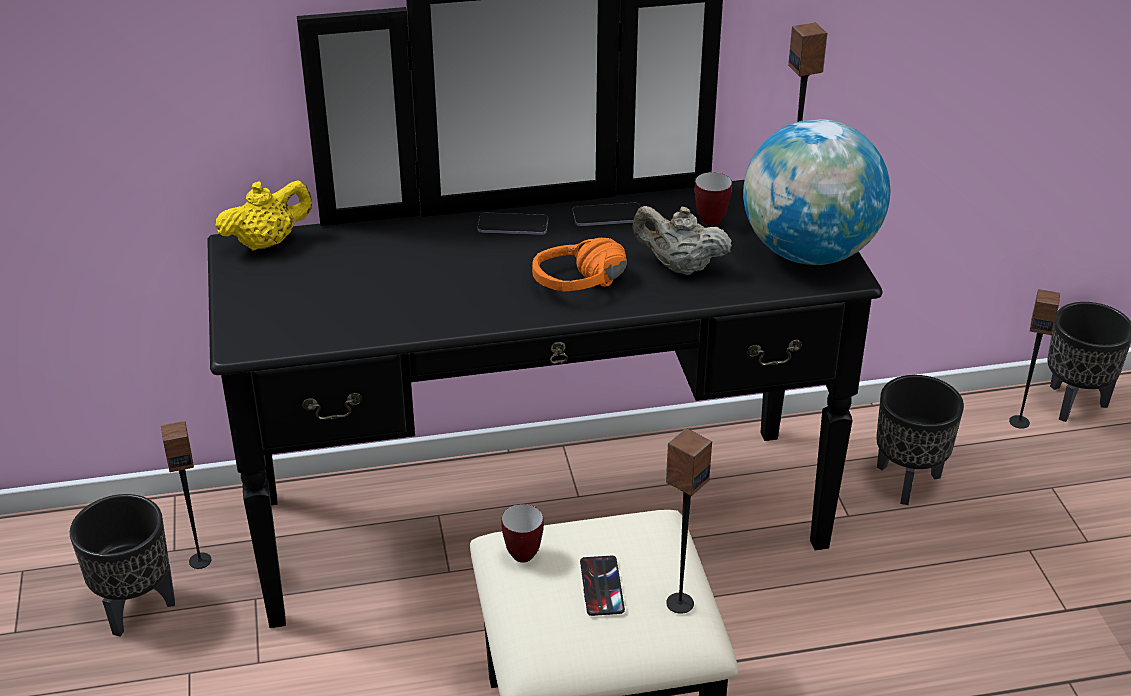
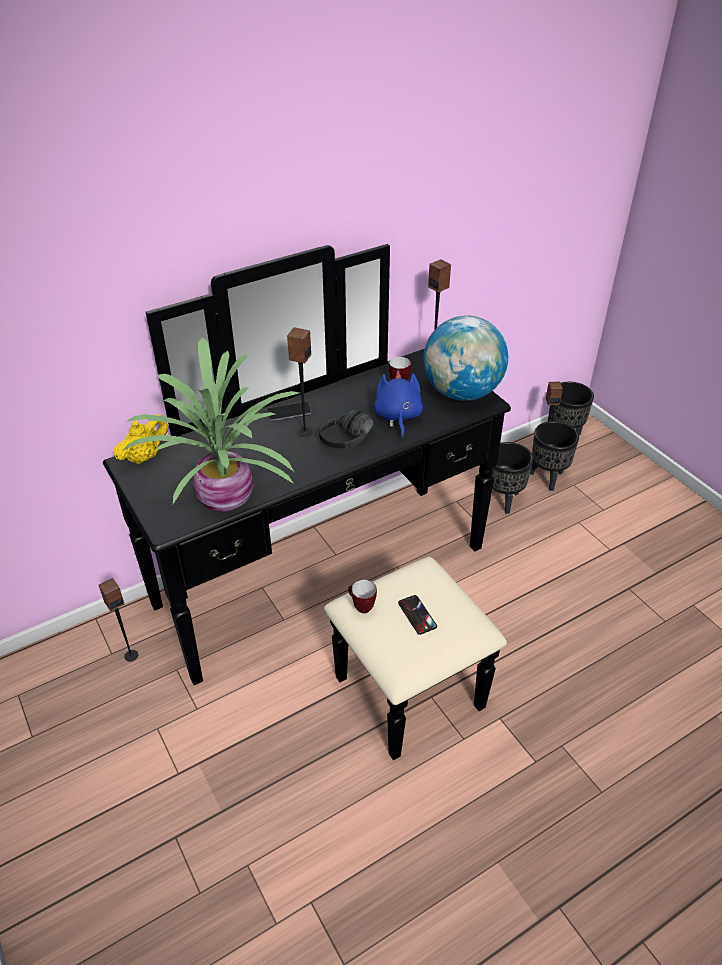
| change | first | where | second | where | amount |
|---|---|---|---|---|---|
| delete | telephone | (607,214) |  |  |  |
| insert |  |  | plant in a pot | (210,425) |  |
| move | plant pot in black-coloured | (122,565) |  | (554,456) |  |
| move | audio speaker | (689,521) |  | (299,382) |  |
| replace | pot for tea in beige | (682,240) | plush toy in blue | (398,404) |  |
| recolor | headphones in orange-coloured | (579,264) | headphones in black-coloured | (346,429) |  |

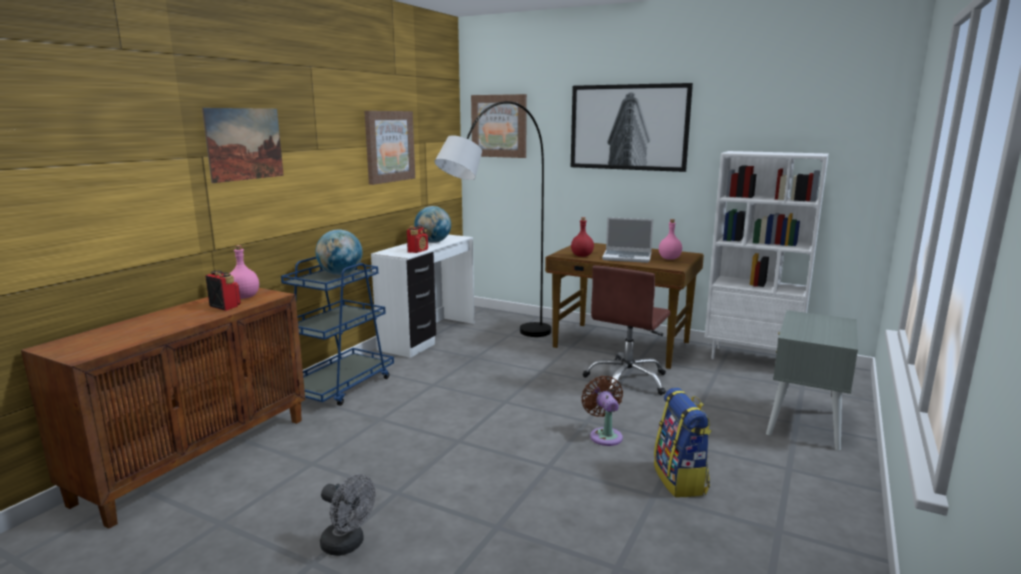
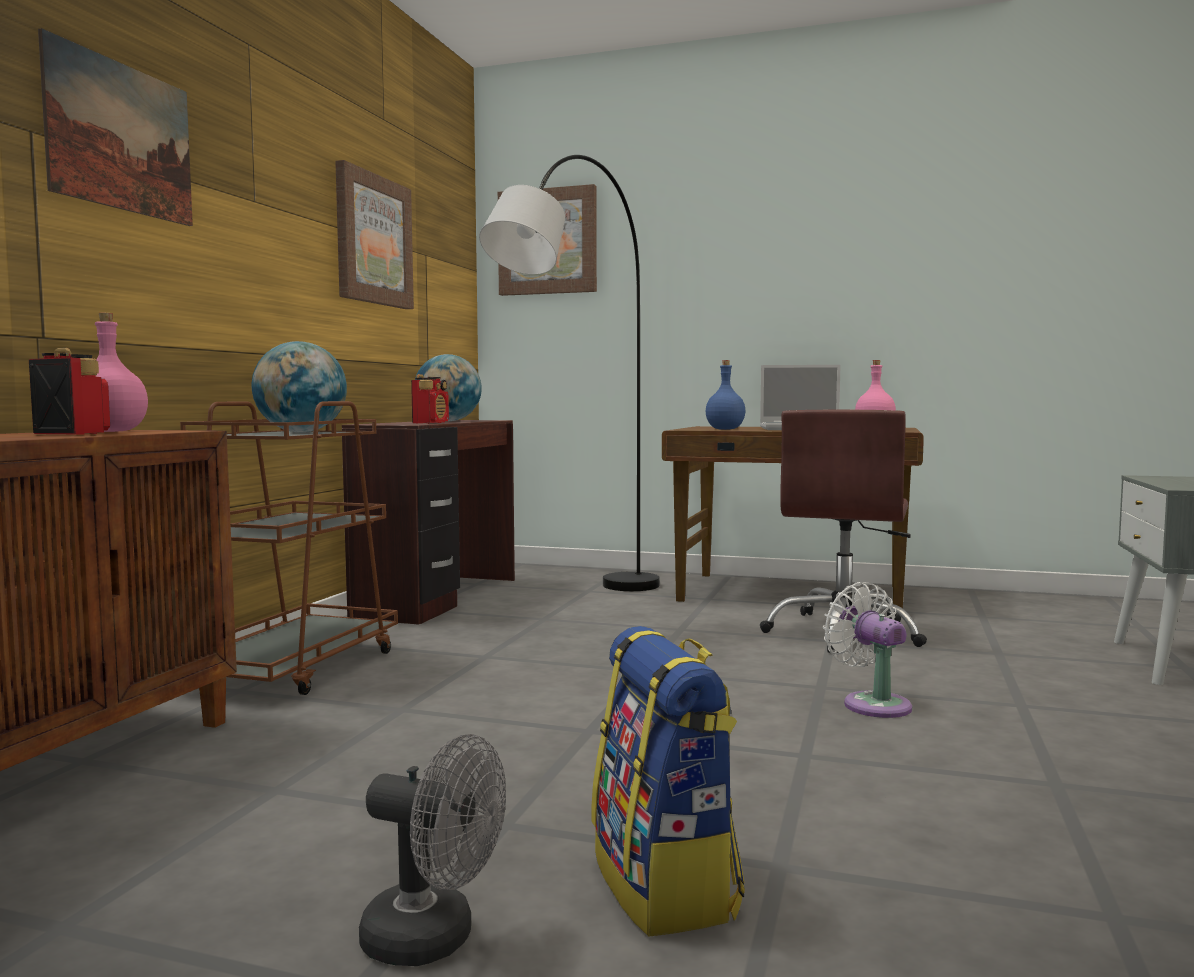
| change | first | where | second | where | amount |
|---|---|---|---|---|---|
| delete | wall art | (632,127) |  |  |  |
| delete | bookshelf in whitish | (766,255) |  |  |  |
| move | rucksack | (682,442) |  | (668,781) |  |
| recolor | trolley in blue | (337,331) | trolley in brown | (289,548) |  |
| recolor | desk in whitish | (422,296) | desk in brown | (428,522) |  |
| recolor | beverage bottle in red-coloured | (582,237) | beverage bottle in blue | (725,395) |  |
| recolor | fan in brown | (602,411) | fan in whitish | (867,650) |  |

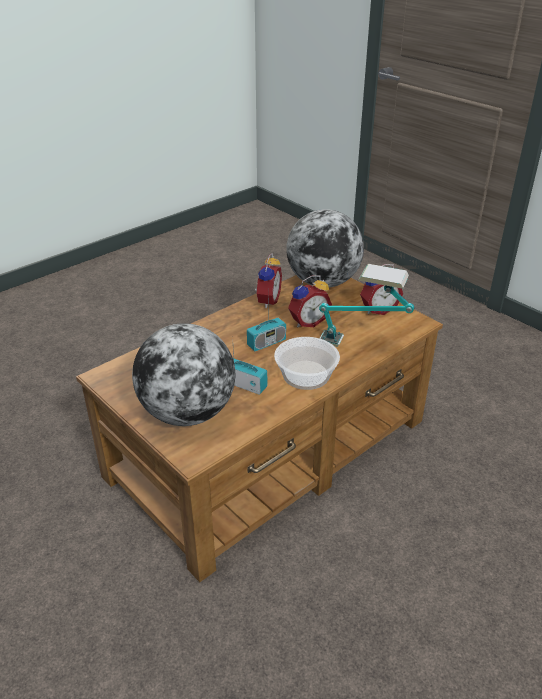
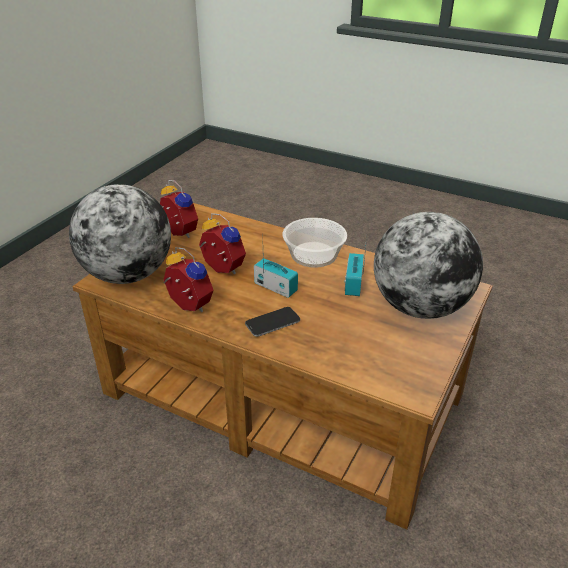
| change | first | where | second | where | amount |
|---|---|---|---|---|---|
| delete | tabletop lamp | (367,305) |  |  |  |
| insert |  |  | telephone | (272,322) |  |
| rotate | table clock | (268,280) |  | (189,279) | 45 degrees clockwise |

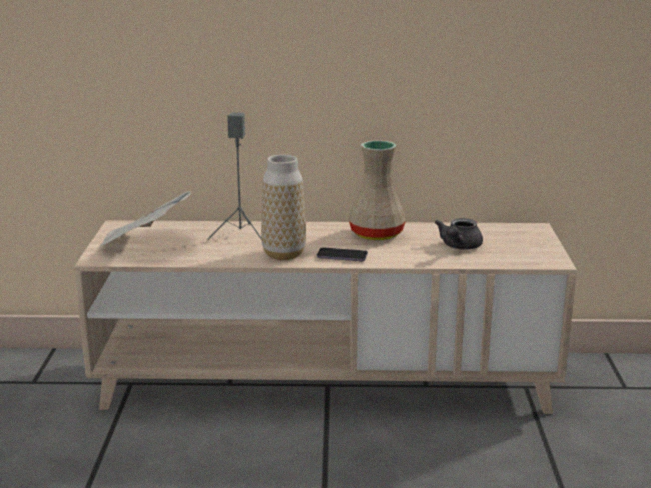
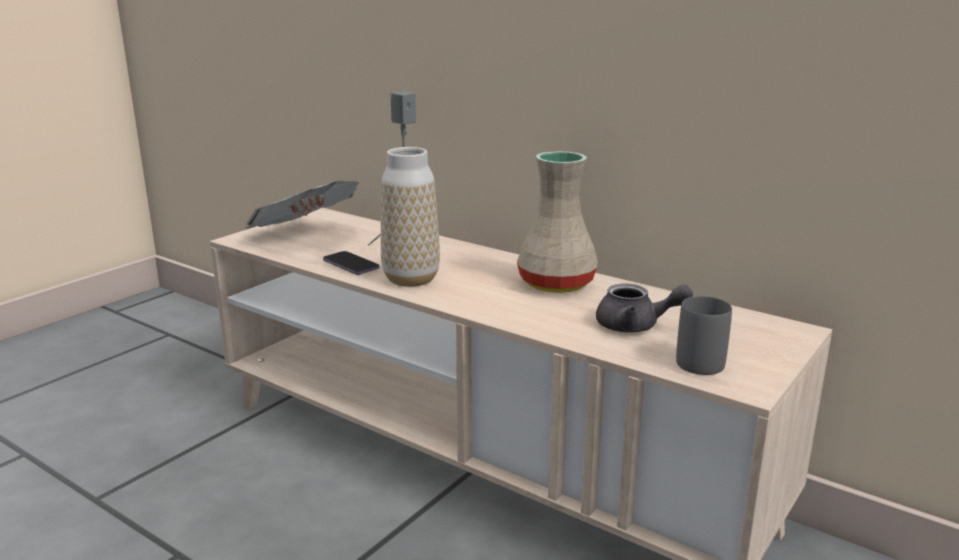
| change | first | where | second | where | amount |
|---|---|---|---|---|---|
| insert |  |  | coffee mug in grey | (704,335) |  |
| move | telephone | (342,255) |  | (351,263) |  |
| rotate | pot for tea in grey | (459,234) |  | (644,308) | 135 degrees counterclockwise |

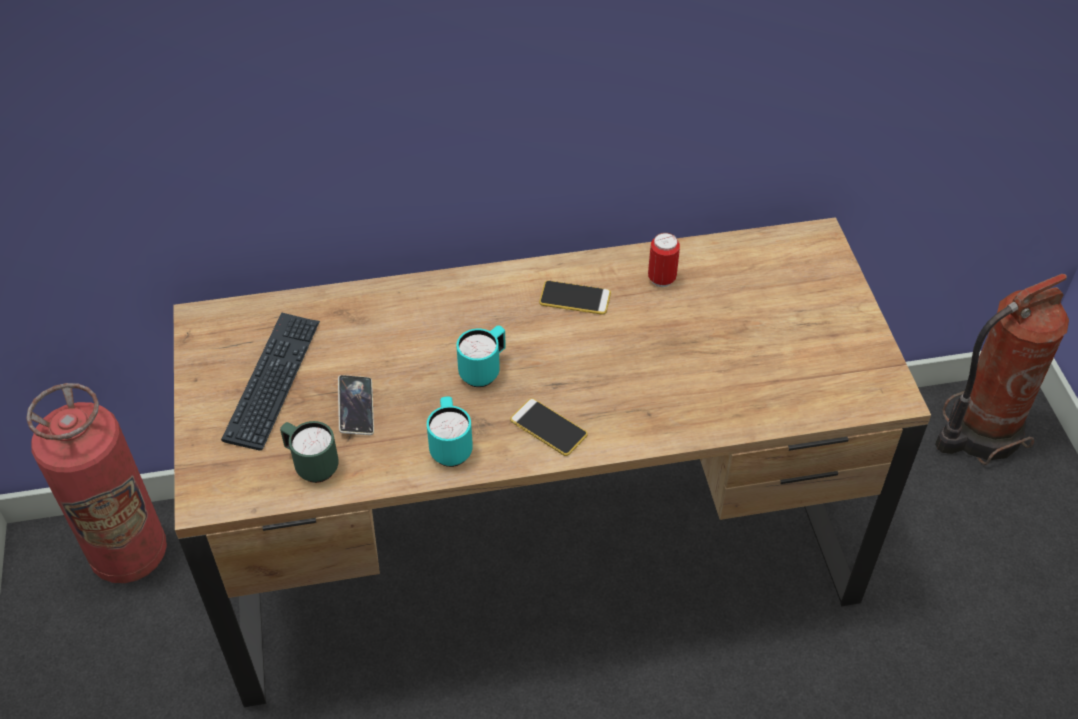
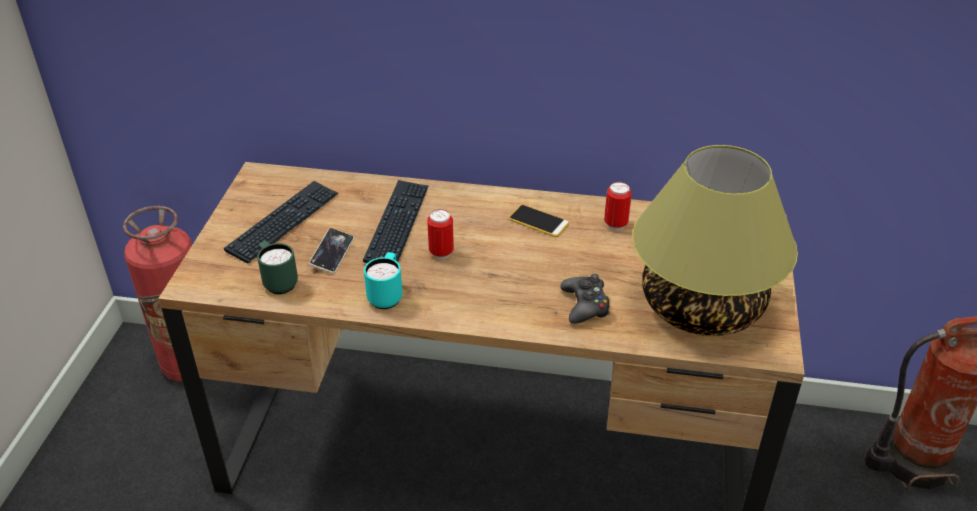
| change | first | where | second | where | amount |
|---|---|---|---|---|---|
| delete | telephone | (549,427) |  |  |  |
| insert |  |  | keyboard | (396,221) |  |
| insert |  |  | gamepad in black-coloured | (585,299) |  |
| insert |  |  | tabletop lamp | (715,240) |  |
| replace | coffee mug in blue-green | (481,356) | can | (440,234) |  |

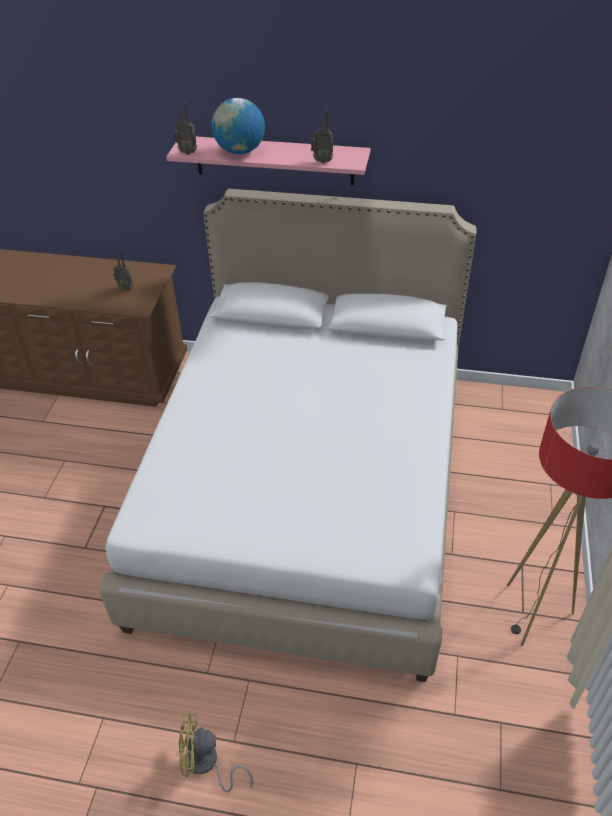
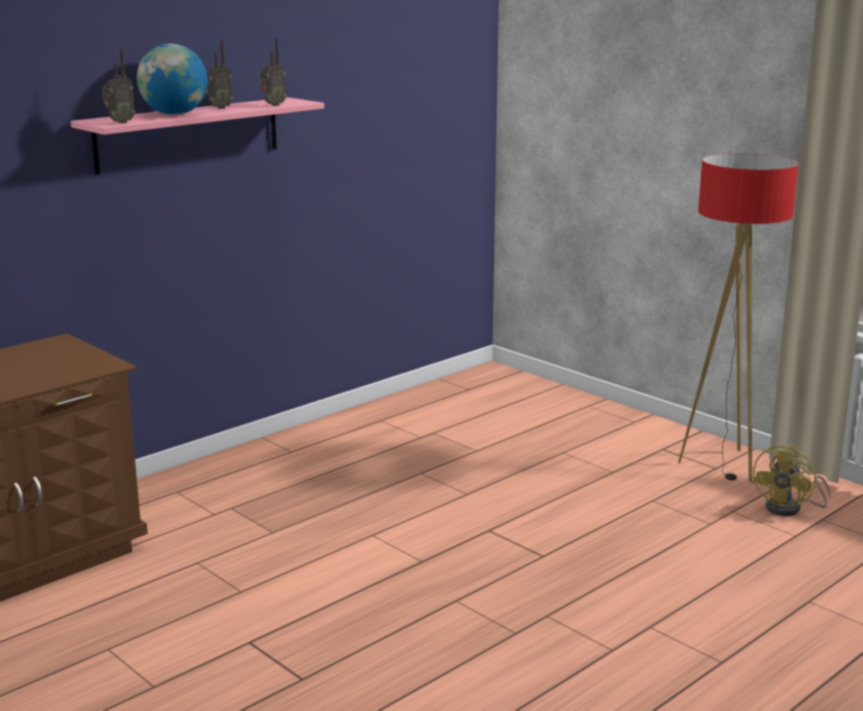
| change | first | where | second | where | amount |
|---|---|---|---|---|---|
| delete | sleeping bed in whitish | (288,435) |  |  |  |
| move | radio | (123,271) |  | (219,74) |  |
| move | fan in yellow | (215,752) |  | (791,480) |  |

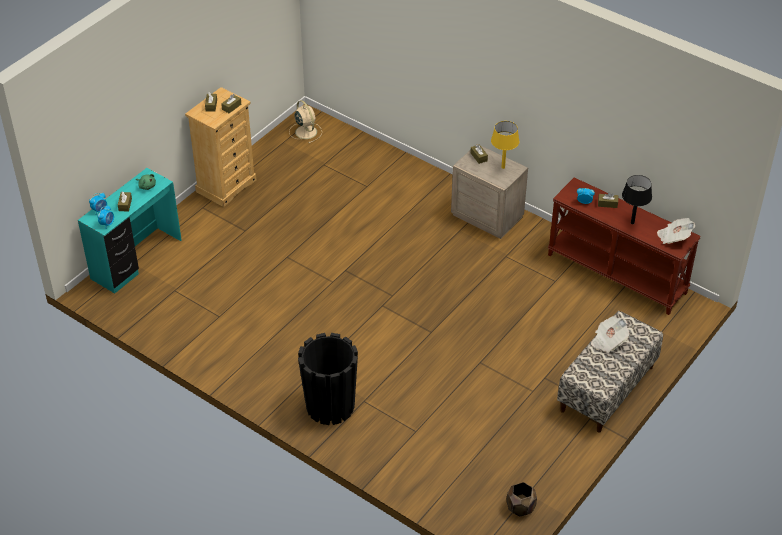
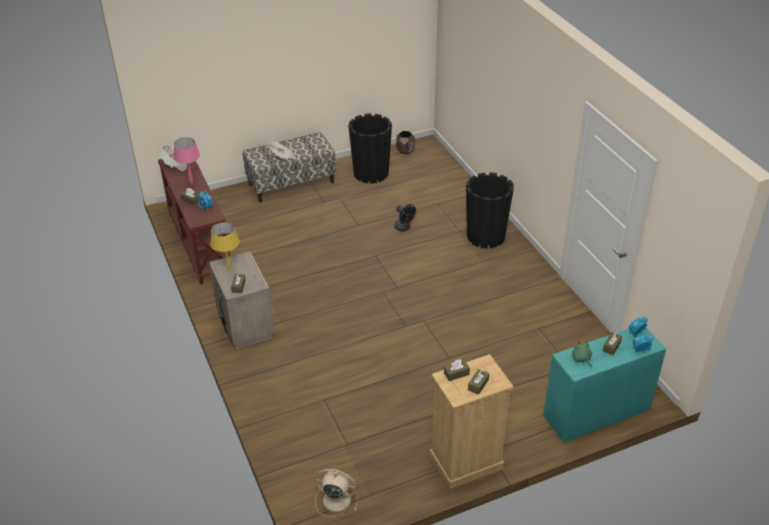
| change | first | where | second | where | amount |
|---|---|---|---|---|---|
| insert |  |  | plant pot in black-coloured | (370,148) |  |
| insert |  |  | fan in black-coloured | (405,217) |  |
| recolor | tabletop lamp in black-coloured | (637,199) | tabletop lamp in pink-coloured | (187,161) |  |
| rotate | fan in beige | (305,121) |  | (336,493) | 105 degrees clockwise |

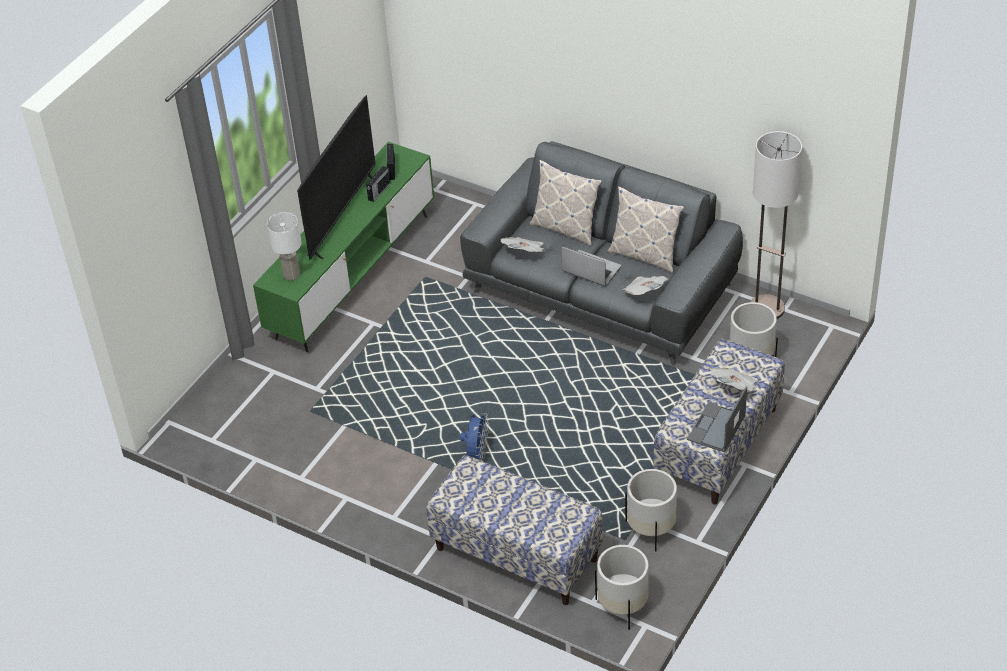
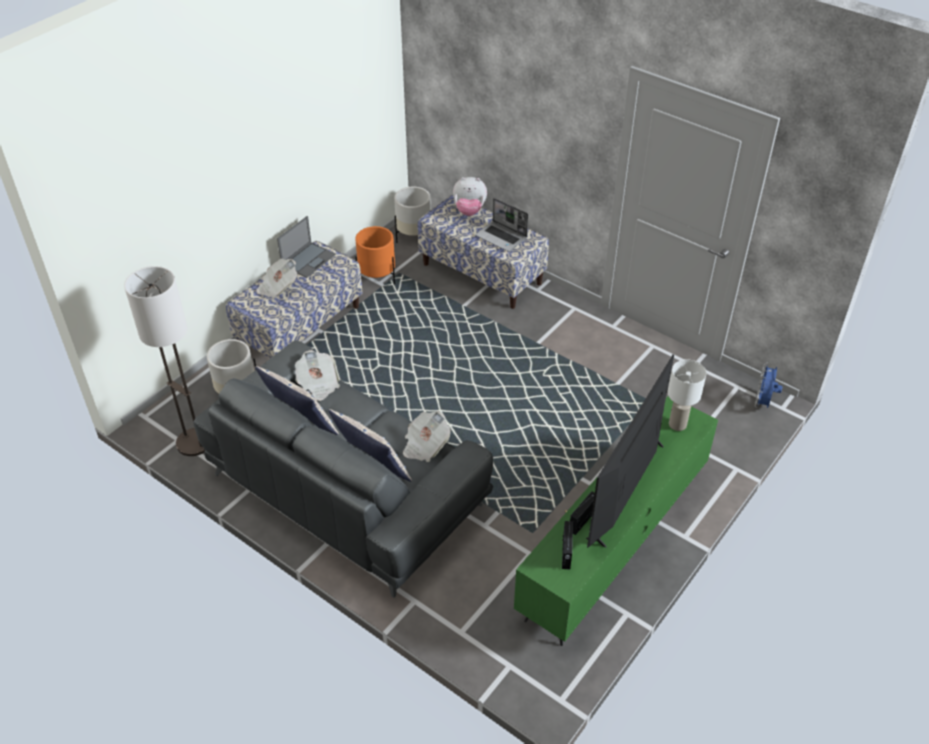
| change | first | where | second | where | amount |
|---|---|---|---|---|---|
| insert |  |  | plush toy | (470,196) |  |
| move | fan in blue | (474,437) |  | (768,385) |  |
| move | laptop | (591,266) |  | (501,225) |  |
| recolor | plant pot in whitish | (651,510) | plant pot in orange-coloured | (375,255) |  |

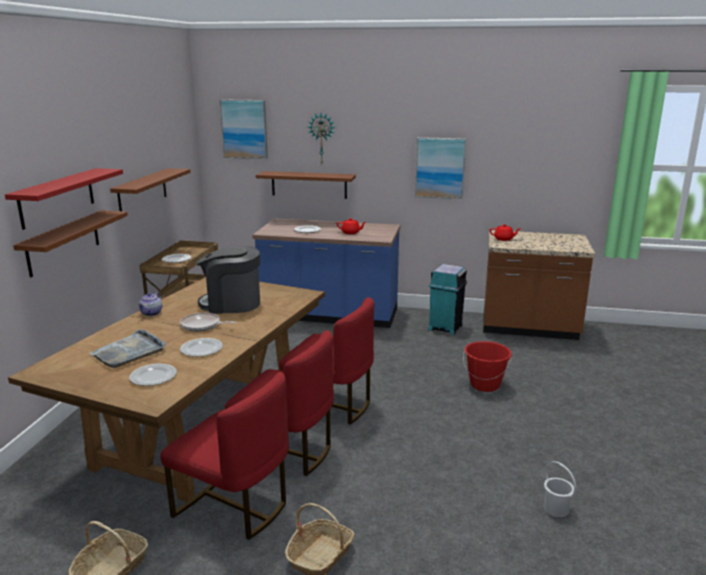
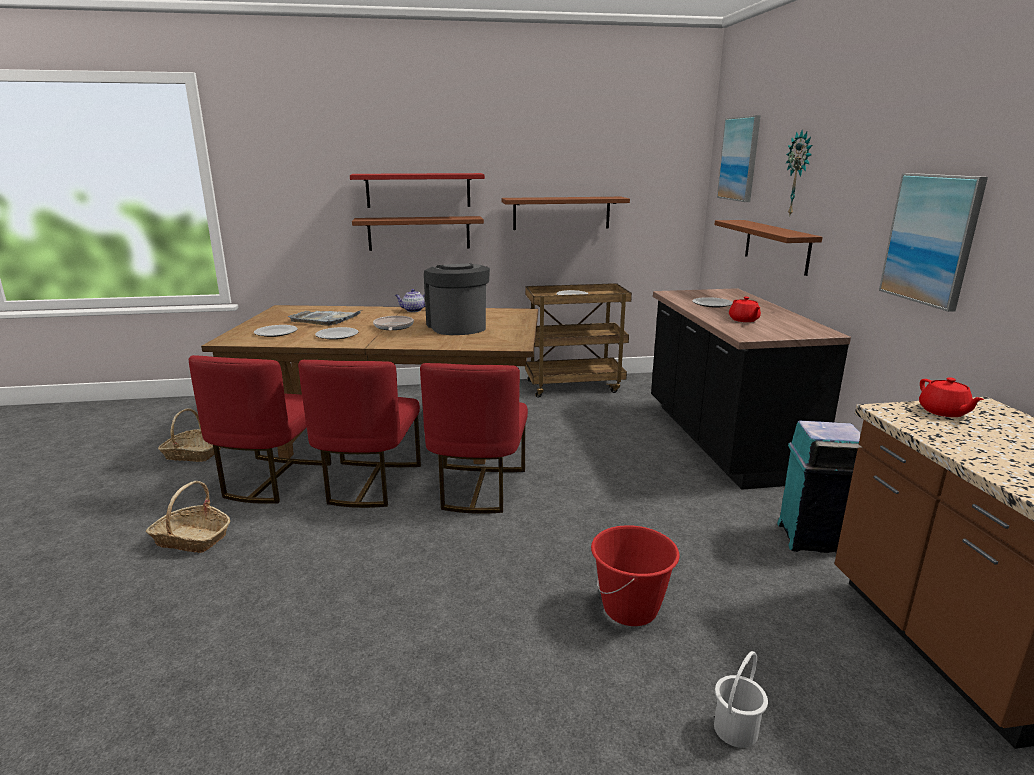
| change | first | where | second | where | amount |
|---|---|---|---|---|---|
| move | pail in whitish | (559,489) |  | (741,699) |  |
| recolor | kitchen counter in blue | (326,273) | kitchen counter in black-coloured | (751,389) |  |

